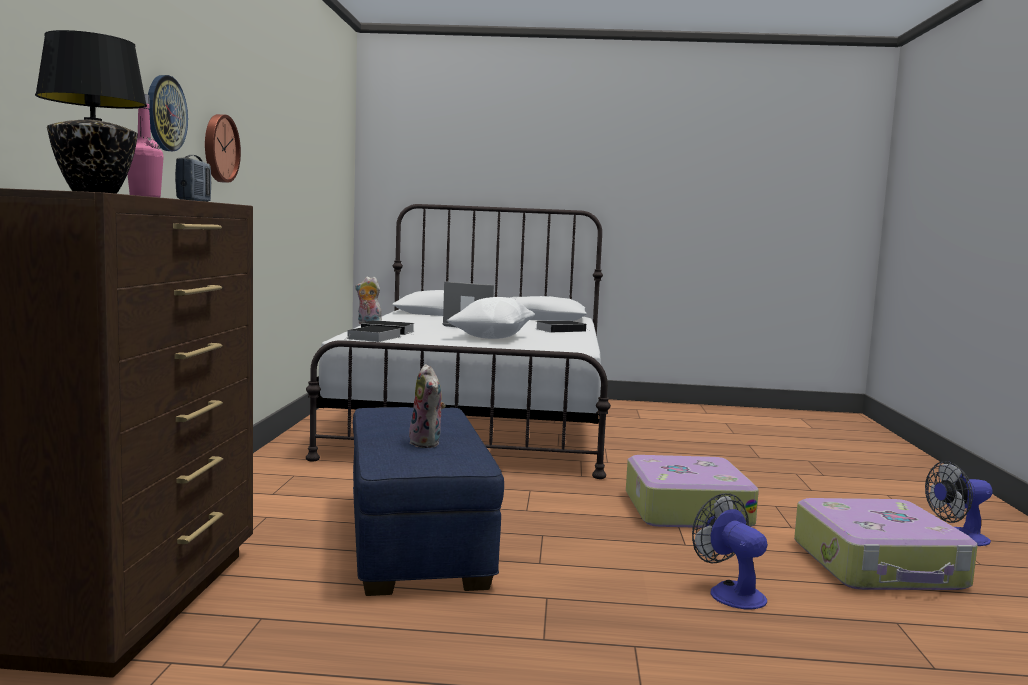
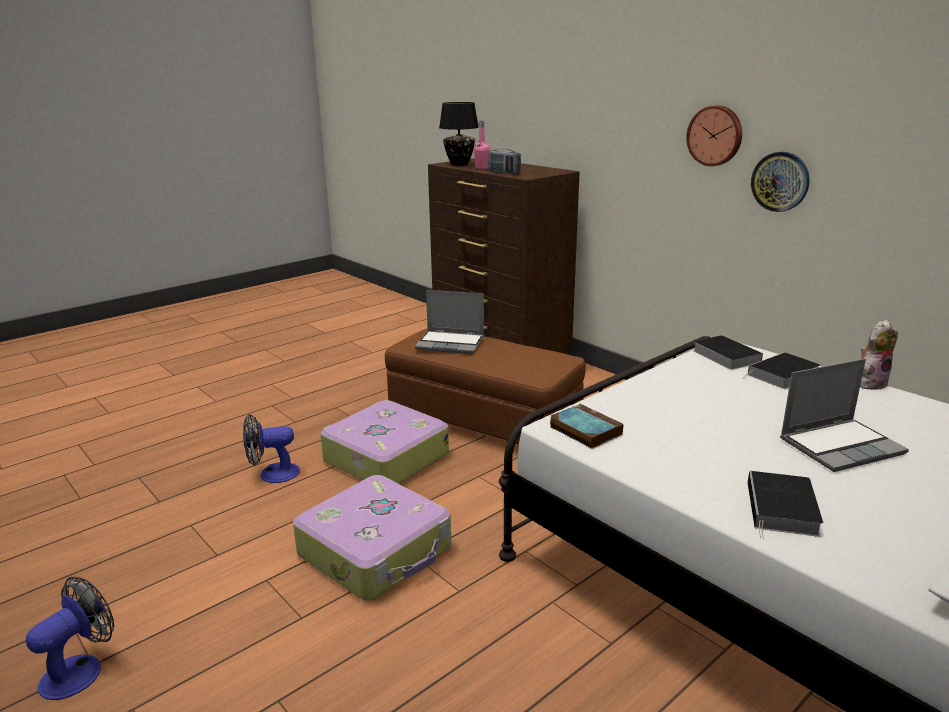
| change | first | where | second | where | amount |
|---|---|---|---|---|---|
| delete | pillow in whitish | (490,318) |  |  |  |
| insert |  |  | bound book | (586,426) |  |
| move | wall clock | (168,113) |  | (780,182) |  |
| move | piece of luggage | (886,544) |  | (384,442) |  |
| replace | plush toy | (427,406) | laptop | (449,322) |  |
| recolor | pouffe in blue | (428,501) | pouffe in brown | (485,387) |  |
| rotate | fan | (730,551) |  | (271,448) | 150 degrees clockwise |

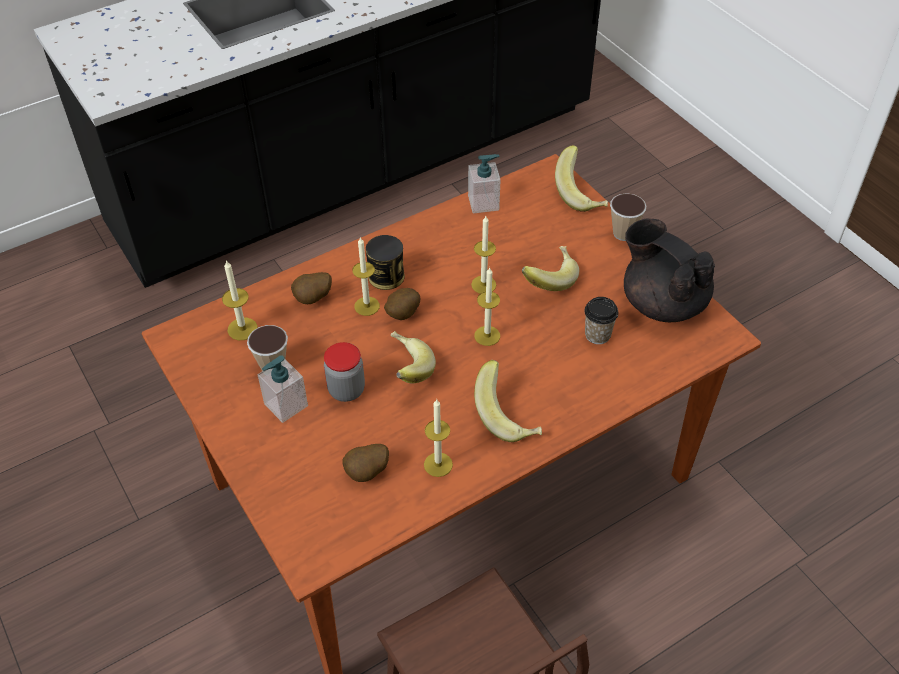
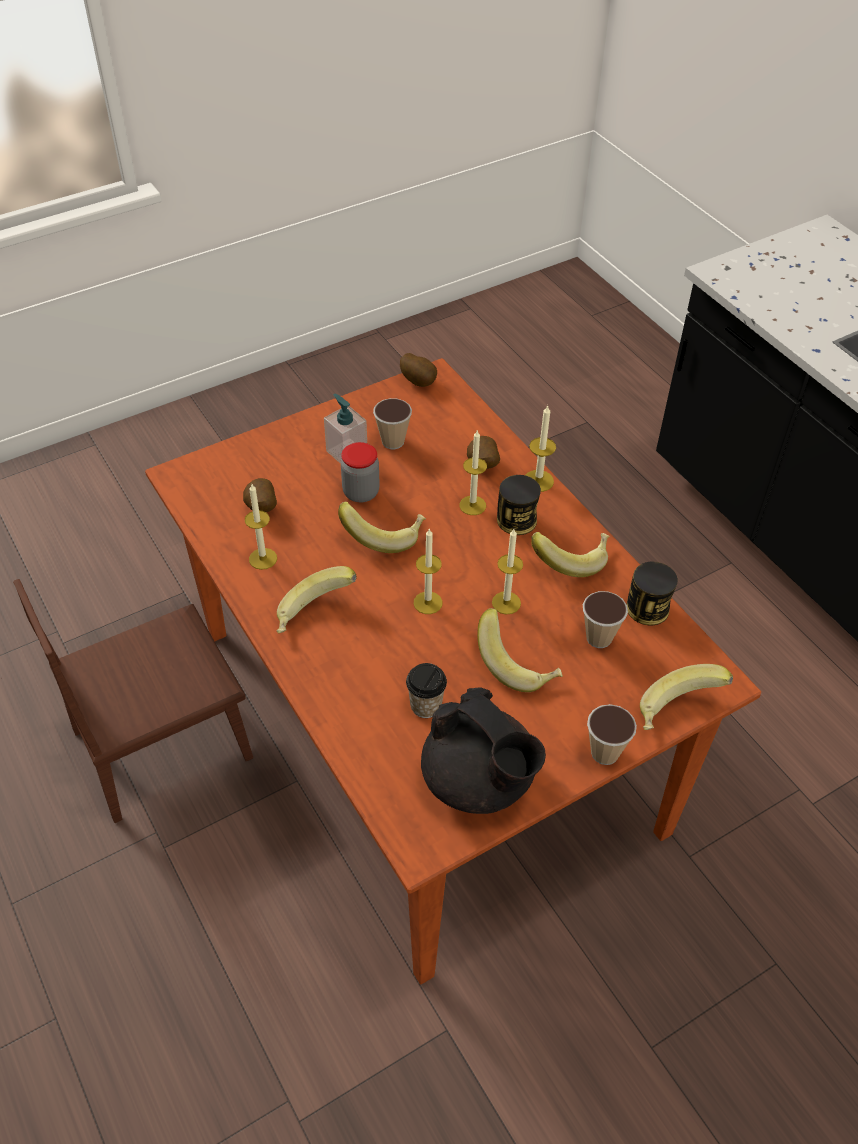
| change | first | where | second | where | amount |
|---|---|---|---|---|---|
| insert |  |  | banana fruit | (570,554) |  |
| insert |  |  | cup | (605,619) |  |
| move | wax light | (240,300) |  | (540,448) |  |
| move | whole potato | (402,304) |  | (418,370) |  |
| replace | liquid soap bottle | (484,183) | can | (652,593) |  |
| rotate | pot for tea in black-coloured | (669,270) |  | (483,751) | 90 degrees clockwise |

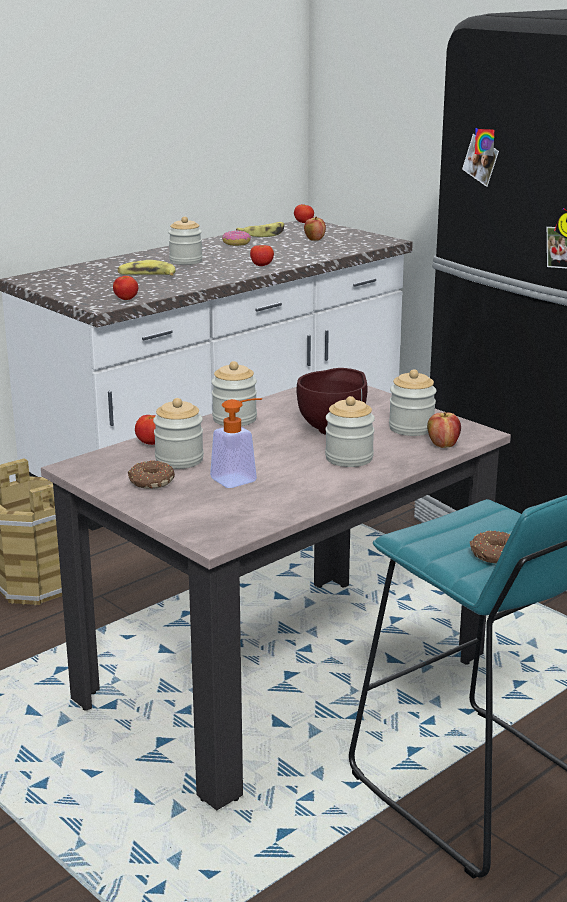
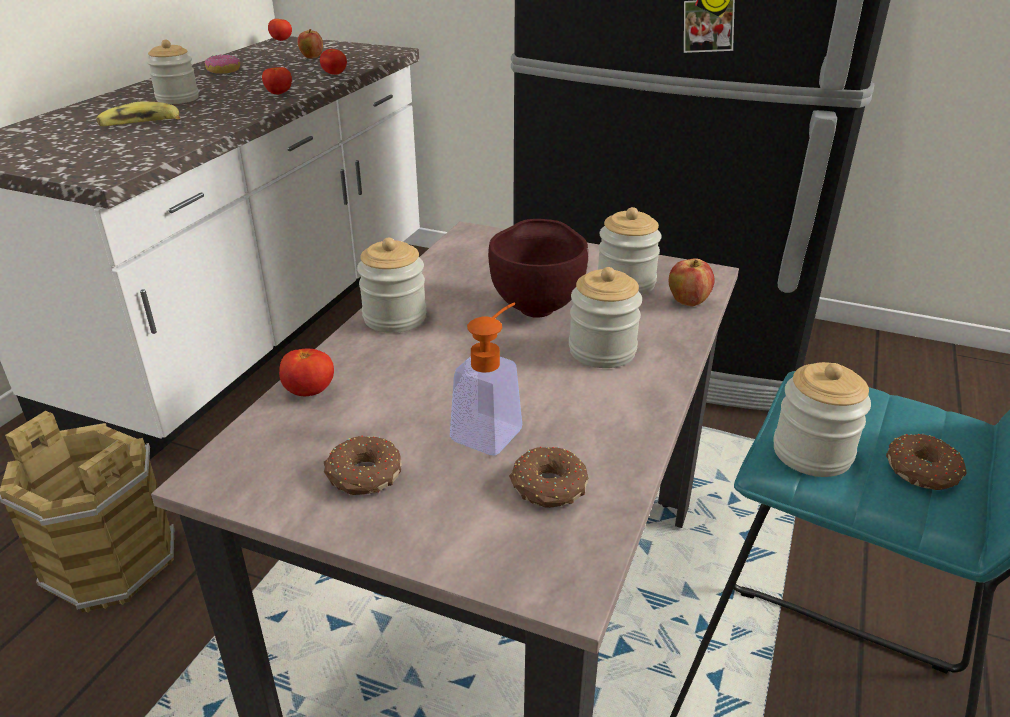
| change | first | where | second | where | amount |
|---|---|---|---|---|---|
| delete | banana fruit | (260,229) |  |  |  |
| insert |  |  | donut | (548,477) |  |
| move | tomato | (125,288) |  | (333,62) |  |
| move | storage jar | (178,433) |  | (822,419) |  |

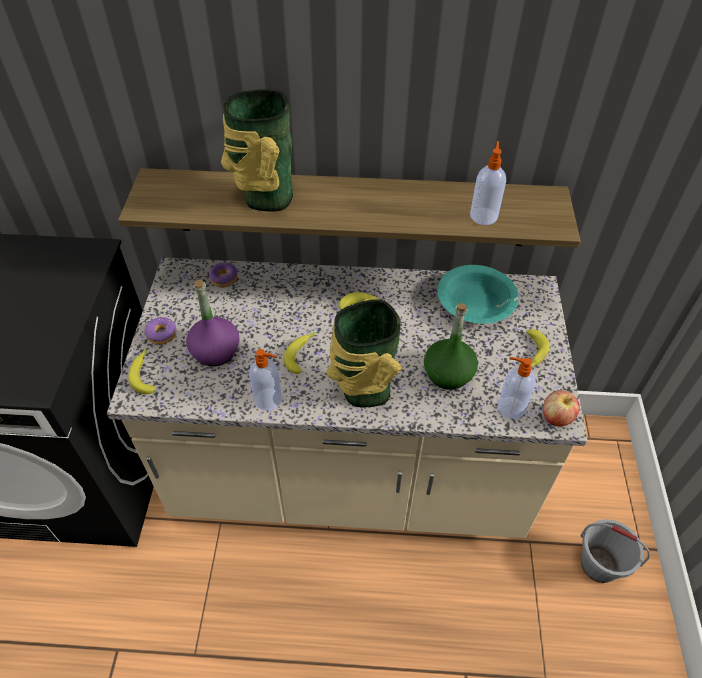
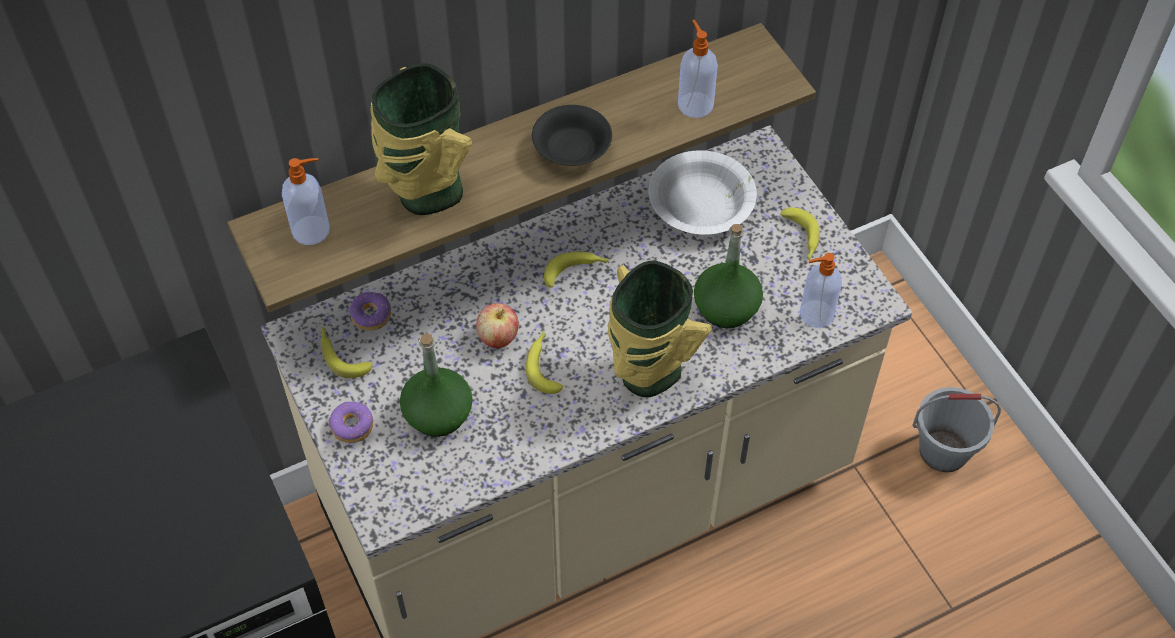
| change | first | where | second | where | amount |
|---|---|---|---|---|---|
| insert |  |  | serving bowl in black-coloured | (572,135) |  |
| move | banana fruit | (142,371) |  | (347,352) |  |
| move | liquid soap bottle | (265,380) |  | (306,201) |  |
| move | apple | (561,408) |  | (497,325) |  |
| recolor | beverage bottle in purple-coloured | (213,323) | beverage bottle in greenish | (436,385) |  |
| recolor | serving bowl in blue-green | (478,294) | serving bowl in whitish | (702,192) |  |

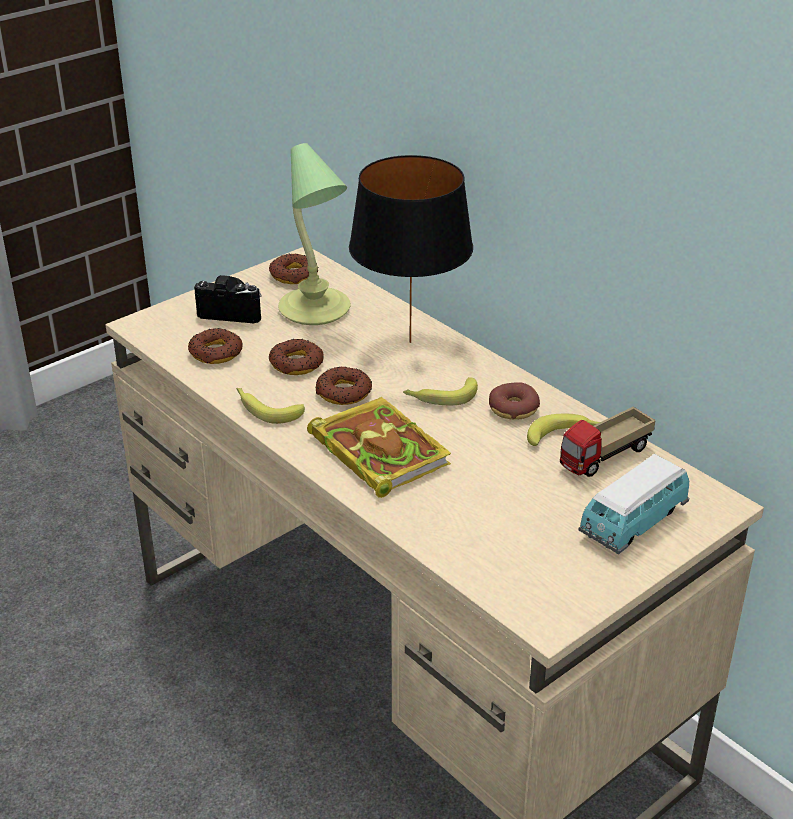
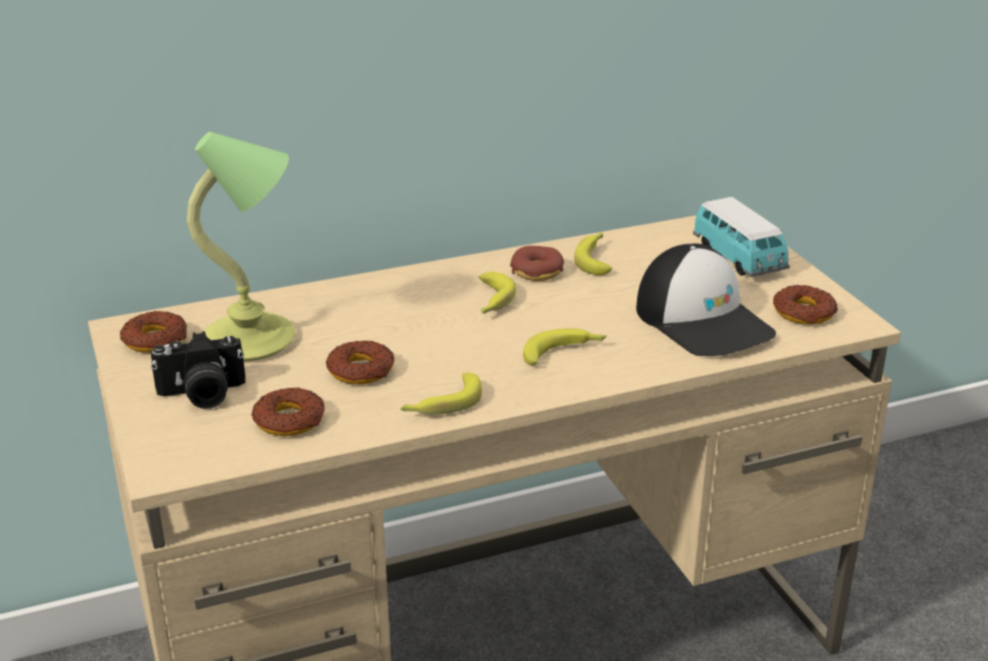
| change | first | where | second | where | amount |
|---|---|---|---|---|---|
| delete | tabletop lamp in black-coloured | (411,249) |  |  |  |
| delete | toy truck | (607,442) |  |  |  |
| insert |  |  | peaked cap | (706,300) |  |
| move | donut | (343,385) |  | (805,305) |  |
| replace | bound book | (379,447) | banana fruit | (565,346) |  |
| rotate | still camera | (228,299) |  | (198,370) | 135 degrees counterclockwise |

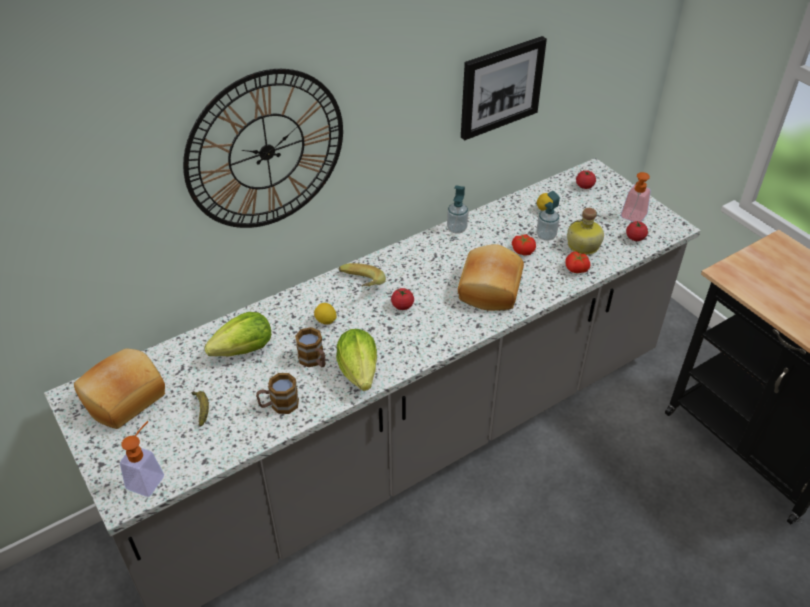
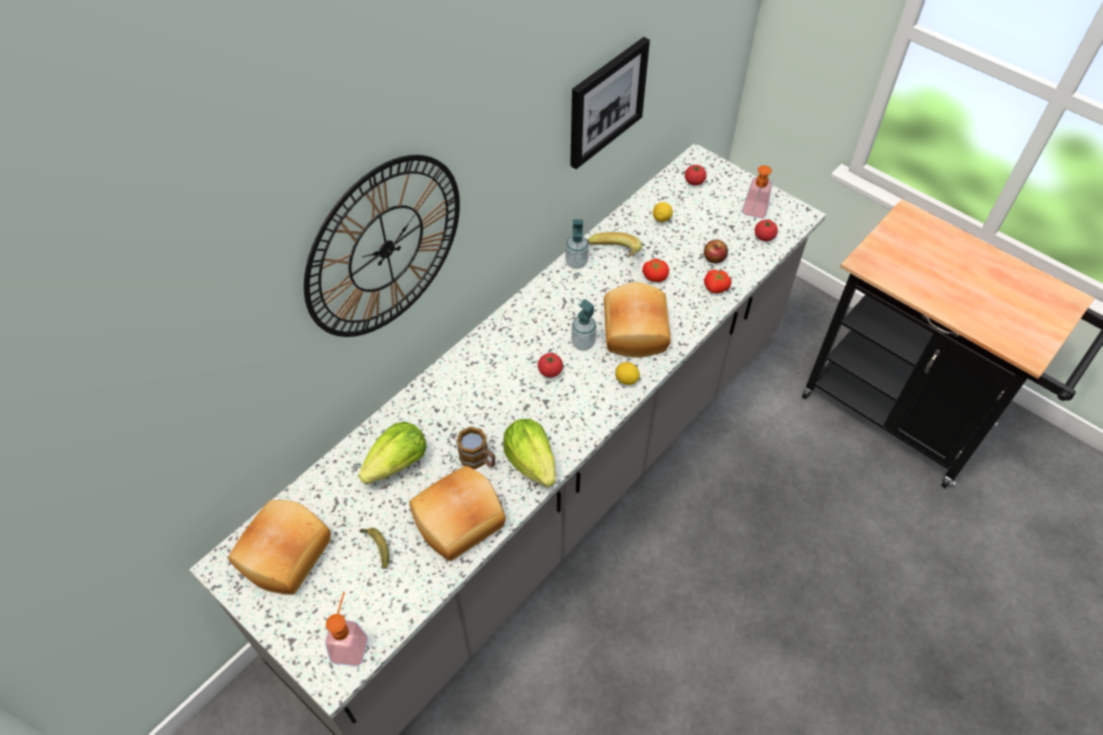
| change | first | where | second | where | amount |
|---|---|---|---|---|---|
| move | lemon | (325,314) |  | (627,373) |  |
| move | banana fruit | (362,275) |  | (614,244) |  |
| move | liquid soap bottle | (548,216) |  | (584,325) |  |
| replace | coffee mug | (277,393) | baked bread | (457,513) |  |
| replace | beverage bottle | (585,231) | apple | (716,251) |  |

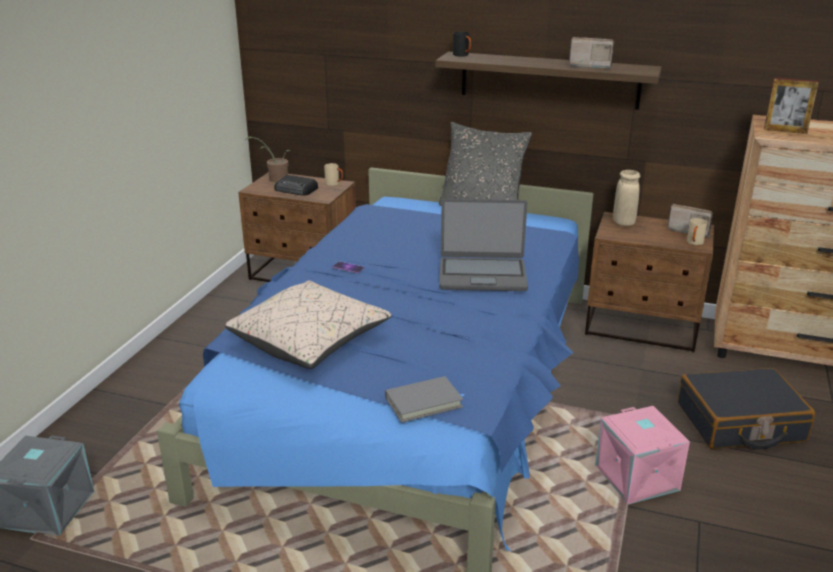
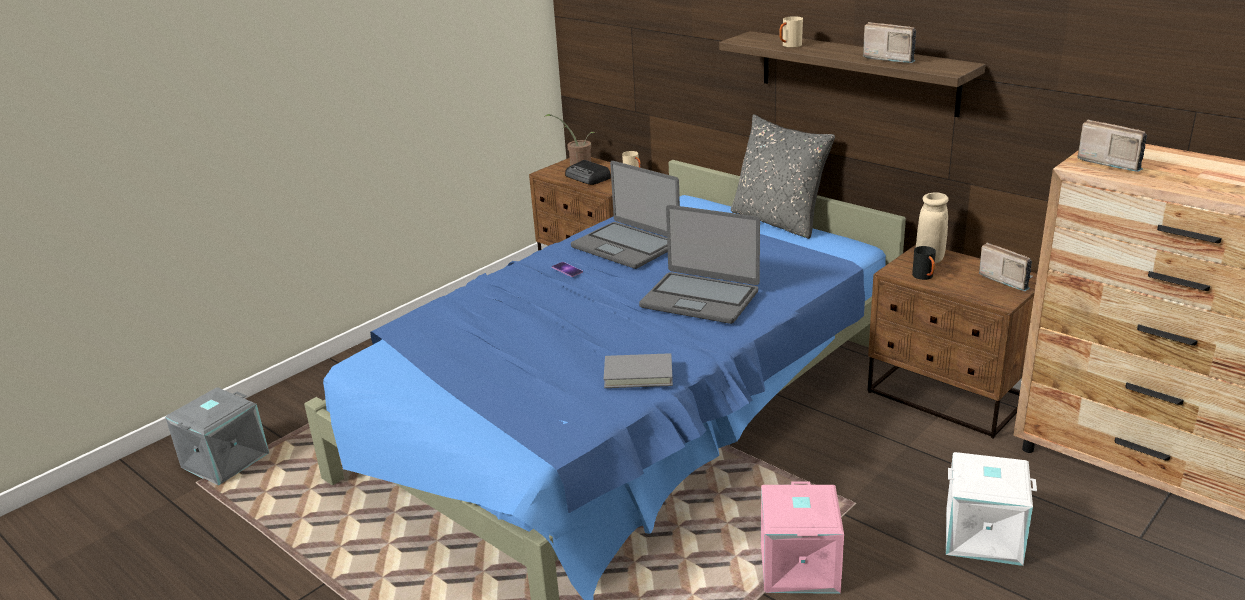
| change | first | where | second | where | amount |
|---|---|---|---|---|---|
| delete | pillow in beige | (308,324) |  |  |  |
| insert |  |  | laptop | (625,215) |  |
| move | bound book in grey | (424,399) |  | (638,370) |  |
| move | coffee mug in black-coloured | (462,44) |  | (924,263) |  |
| move | coffee mug in beige | (697,231) |  | (791,32) |  |
| replace | piece of luggage in black-coloured | (746,408) | storage container in whitish | (991,509) |  |
| replace | photo frame | (791,106) | radio | (1112,145) |  |

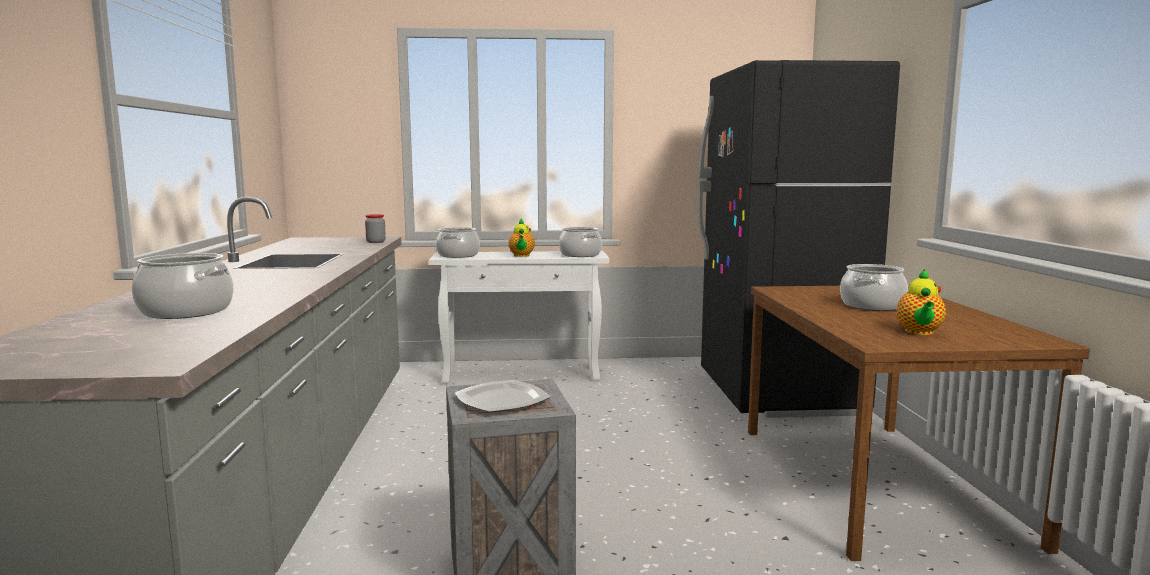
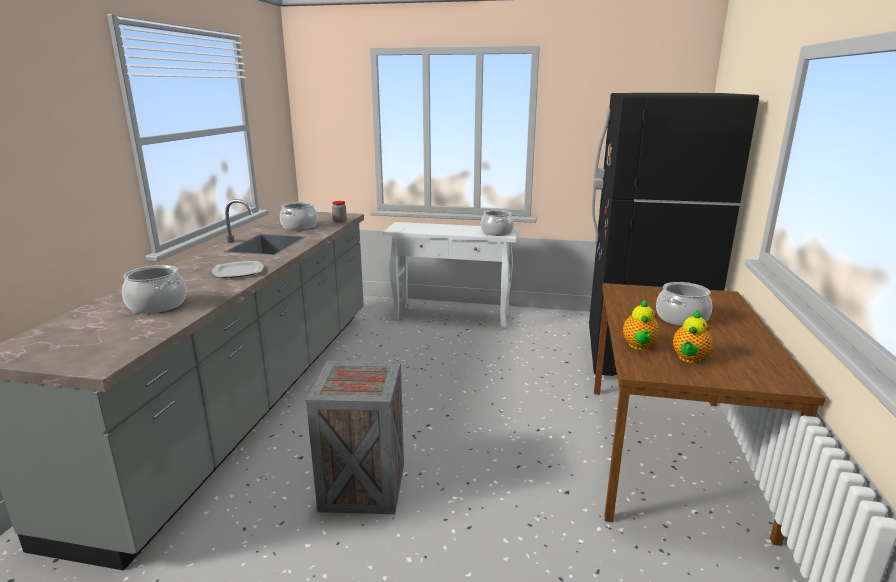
| change | first | where | second | where | amount |
|---|---|---|---|---|---|
| move | saucepot | (458,242) |  | (299,216) |  |
| move | plate | (502,396) |  | (238,269) |  |
| move | pot for tea | (522,238) |  | (641,325) |  |

